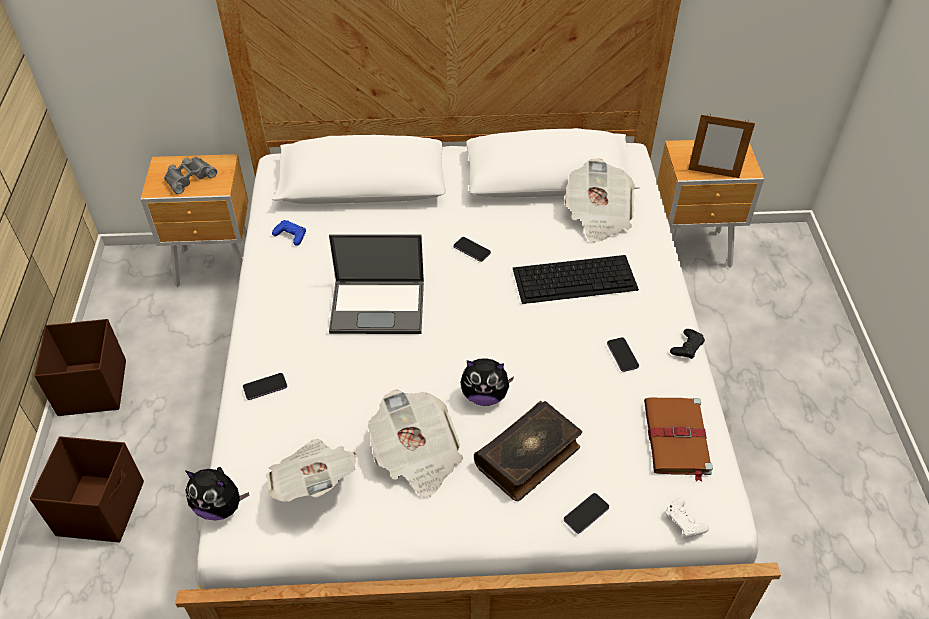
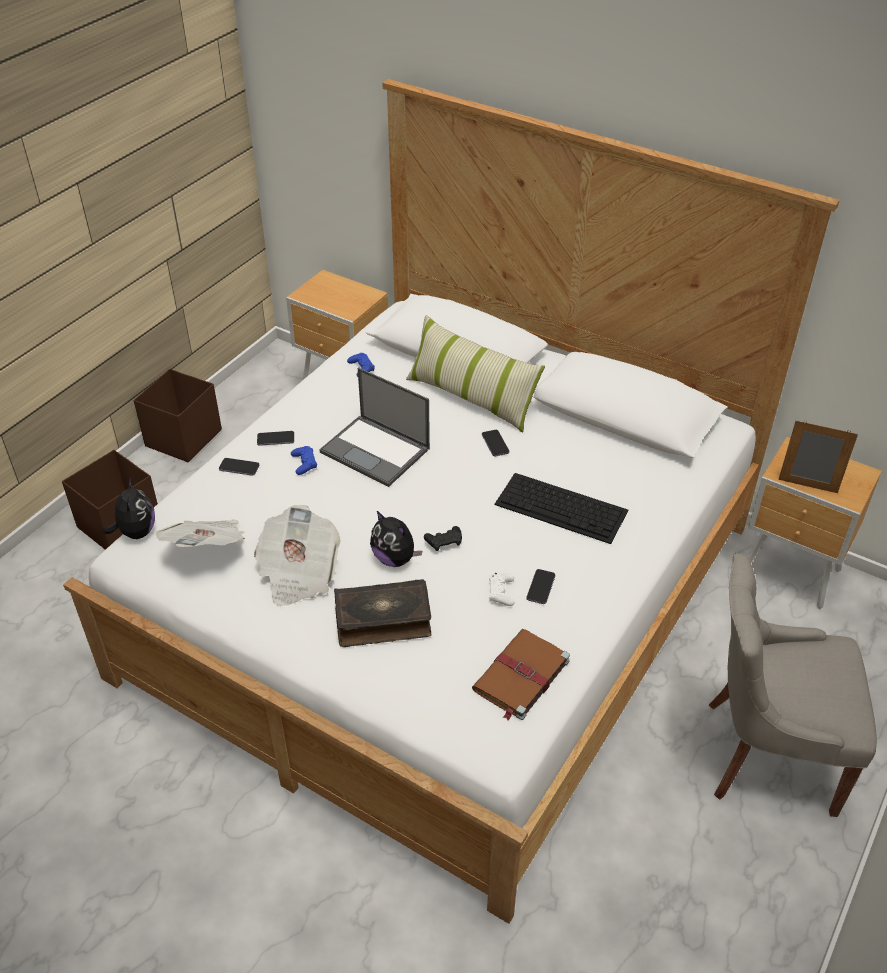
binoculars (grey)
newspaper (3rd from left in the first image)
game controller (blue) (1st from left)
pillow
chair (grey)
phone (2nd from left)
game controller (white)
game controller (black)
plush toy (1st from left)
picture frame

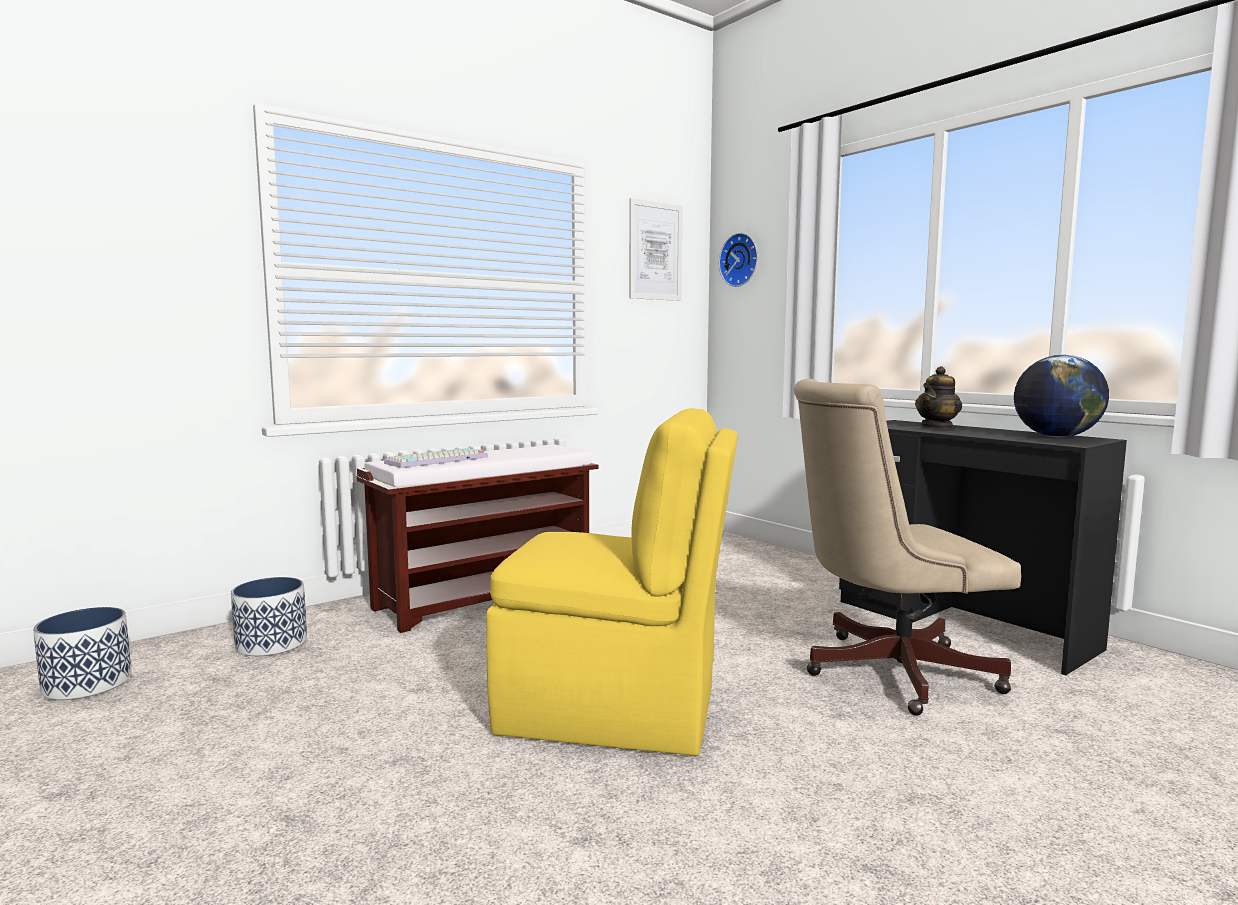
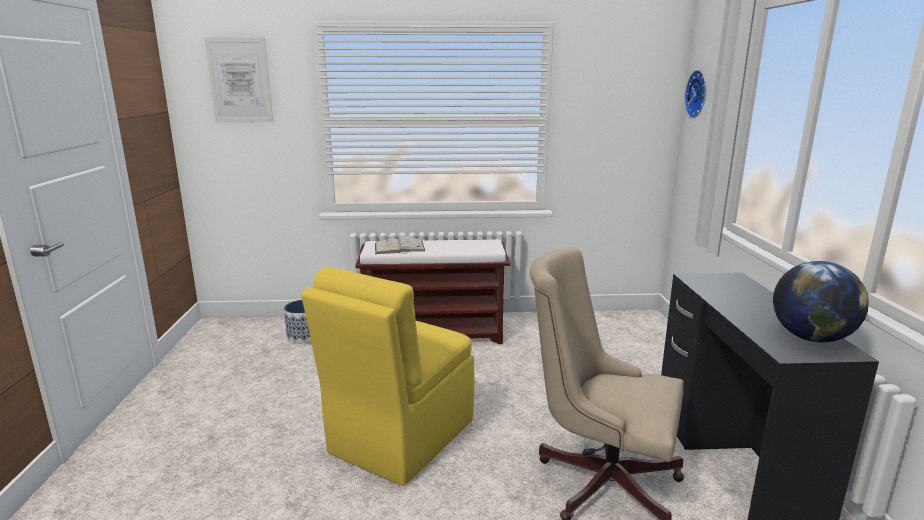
planter (1st from left in the first image)
teapot
picture
book (white)
chair (yellow)

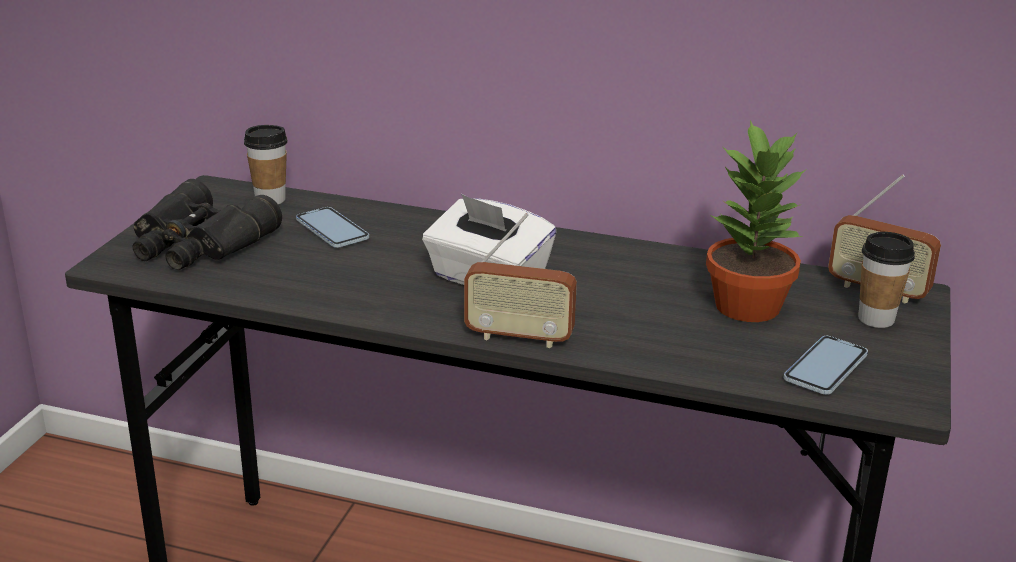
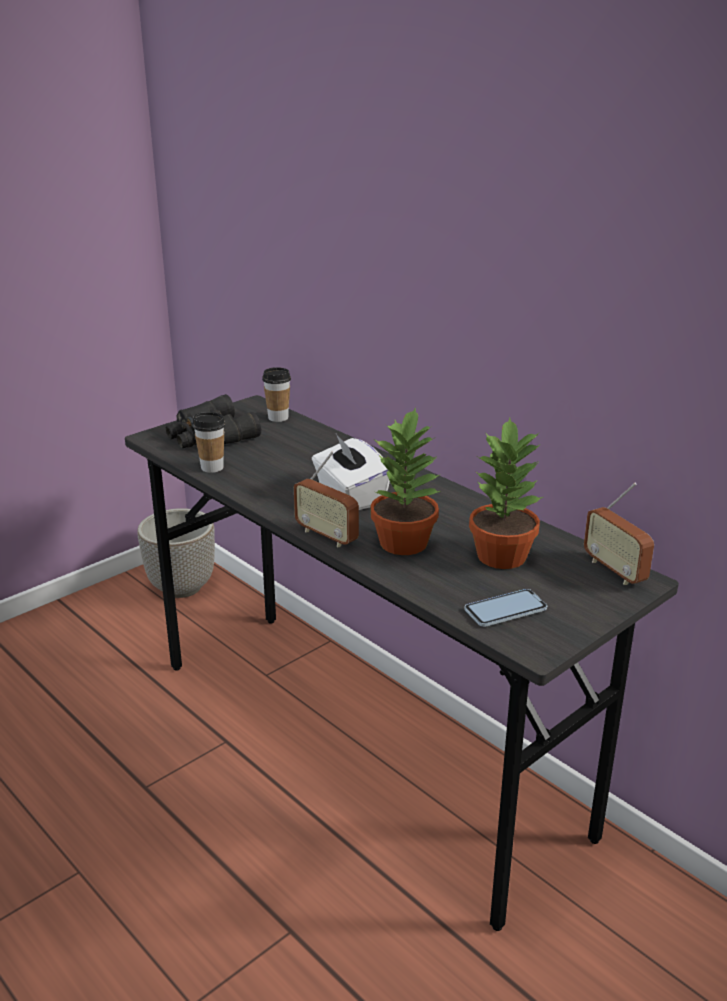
phone (1st from left in the first image)
planter
potted plant (1st from left)
cup (1st from left)

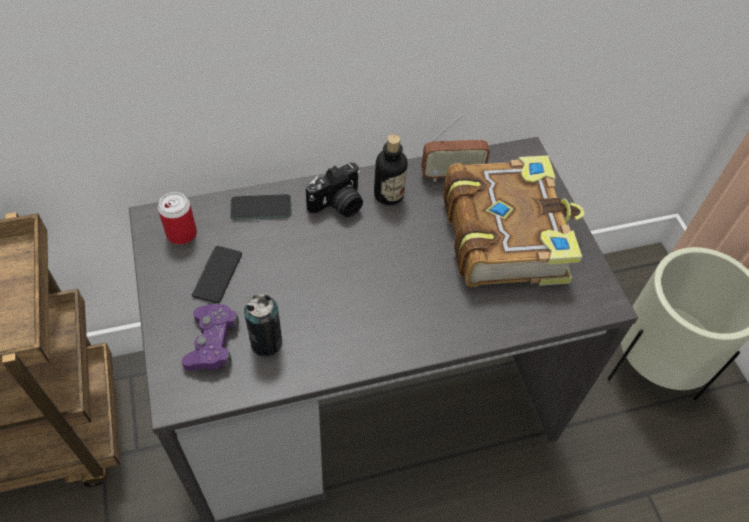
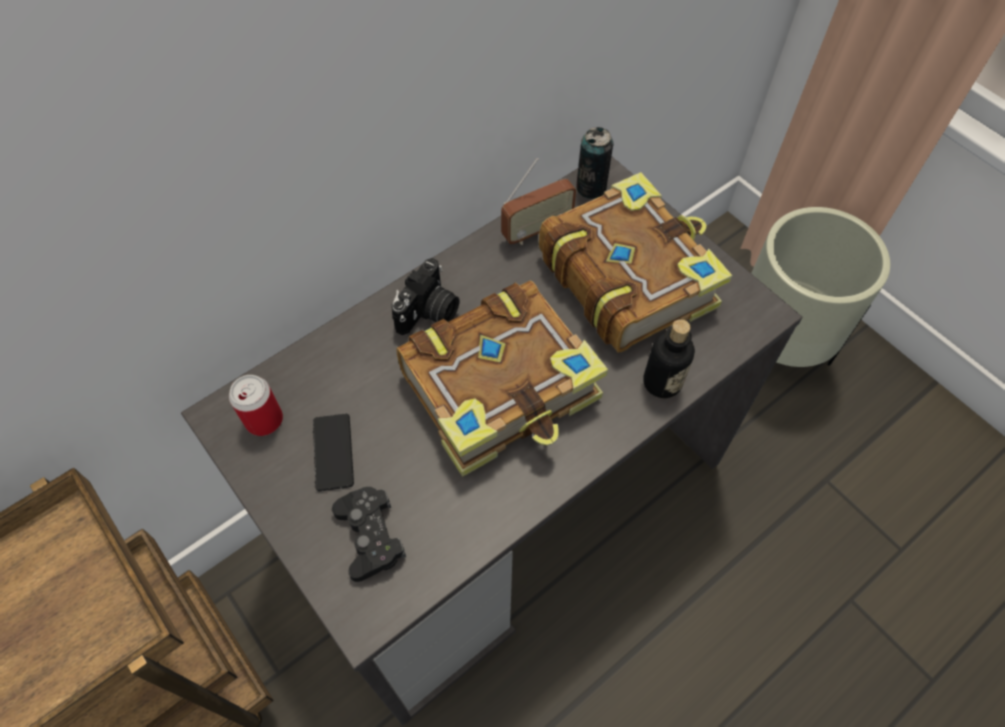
phone (2nd from left in the first image)
book (1st from left)
can (2nd from left)
bottle
game controller (black)

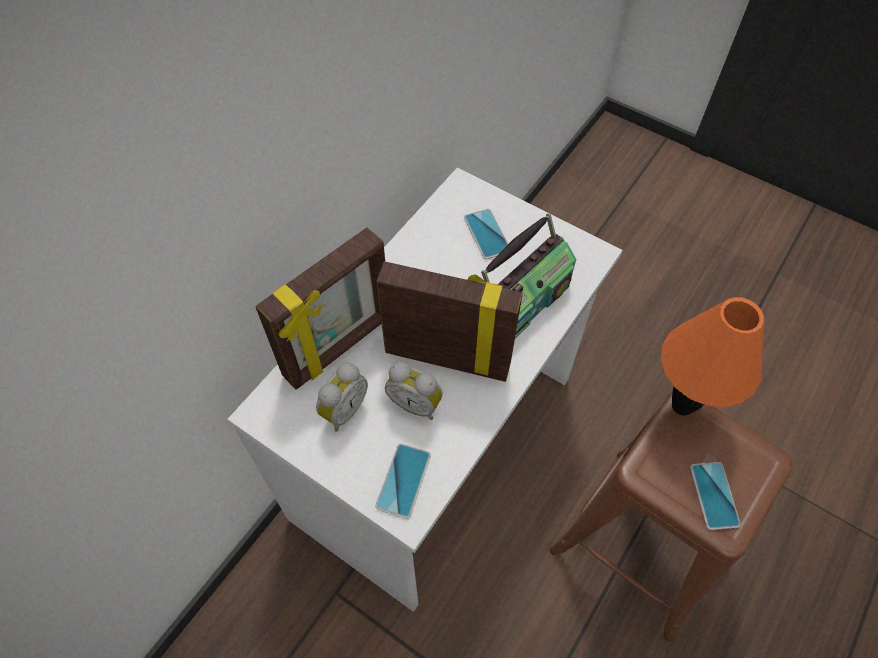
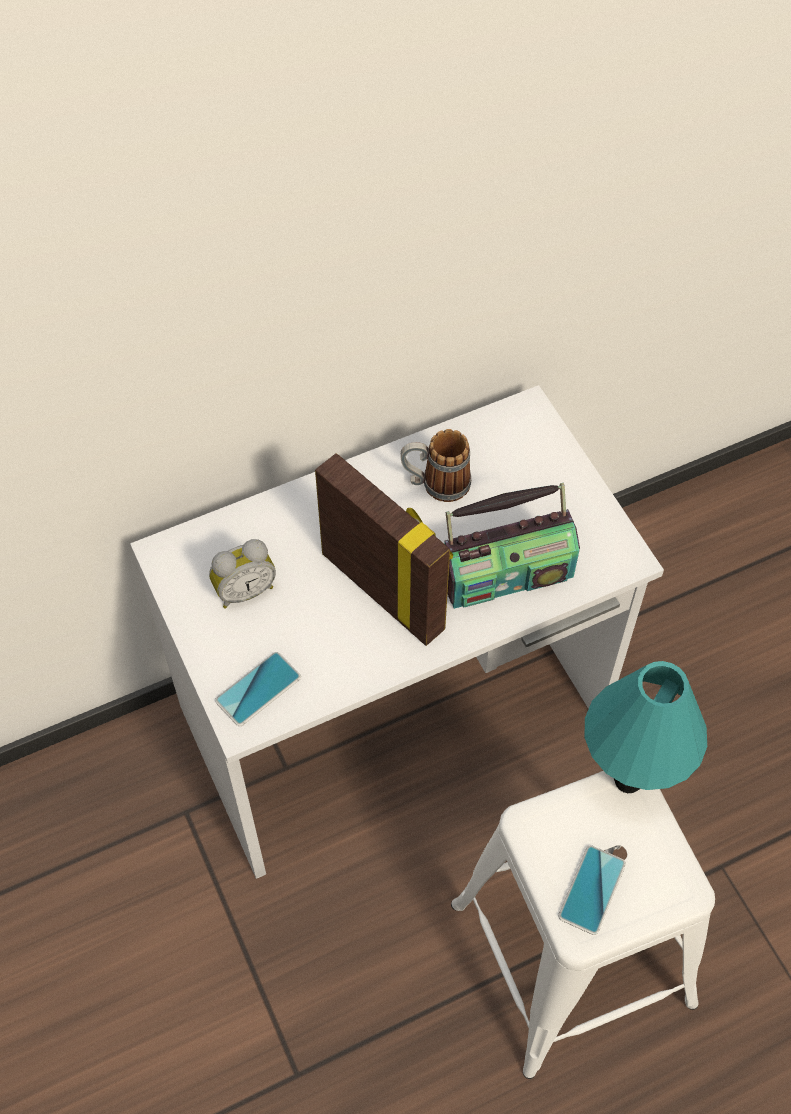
picture frame (1st from left in the first image)
alarm clock (2nd from left in the first image)
phone (2nd from left in the first image)
mug
stool (white)
table lamp (turquoise)

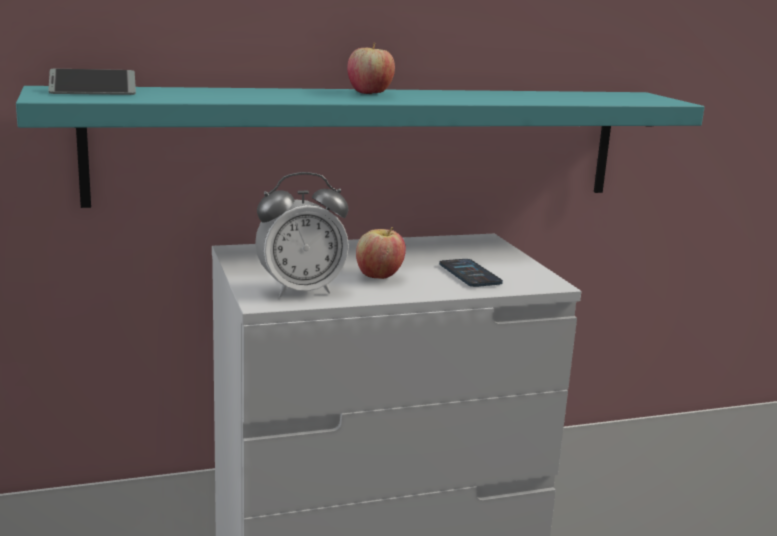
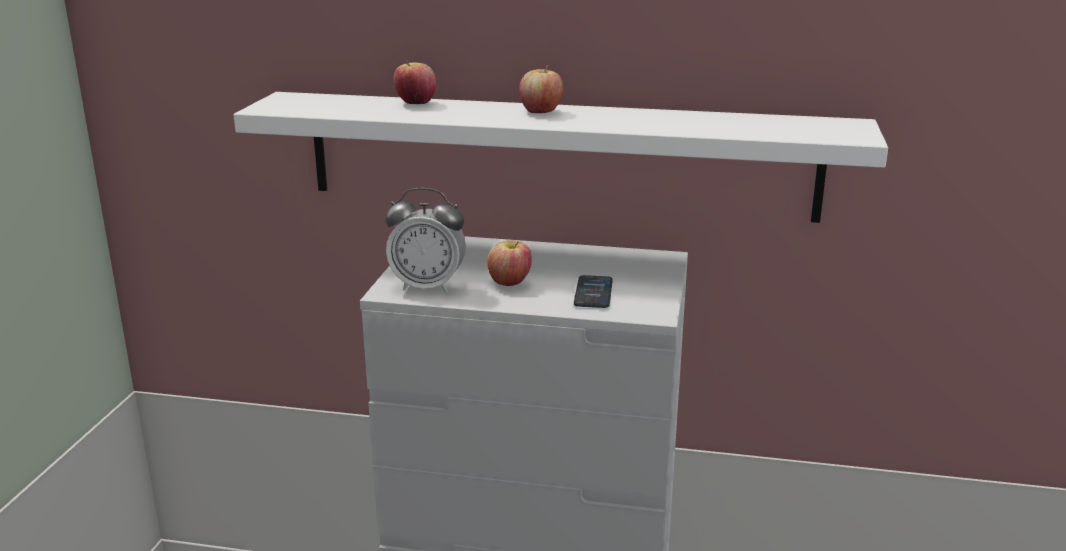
phone (1st from left in the first image)
apple (1st from left)
shelf (white)

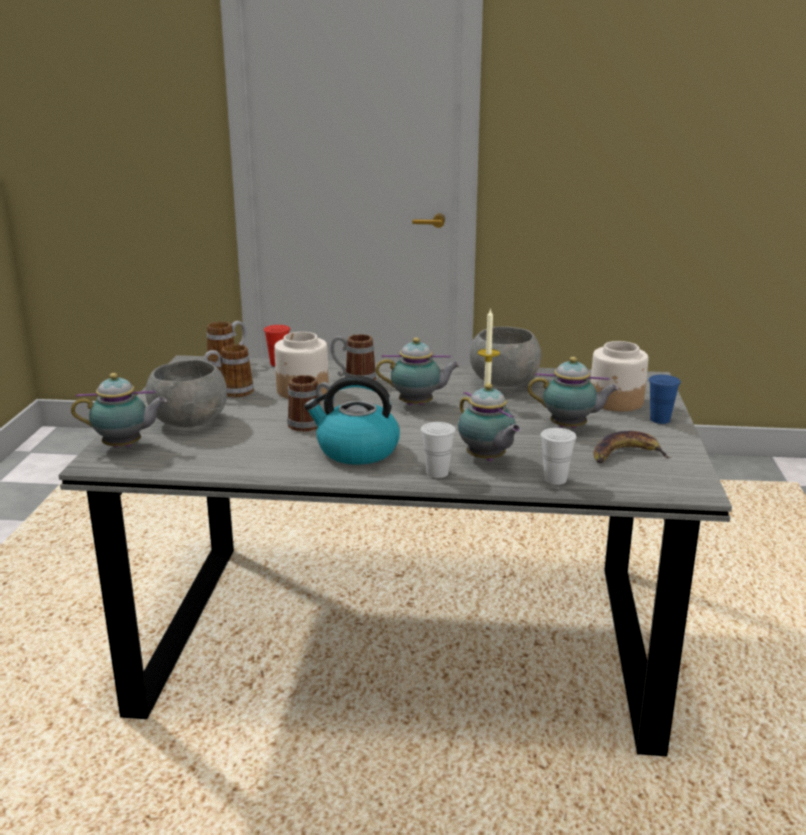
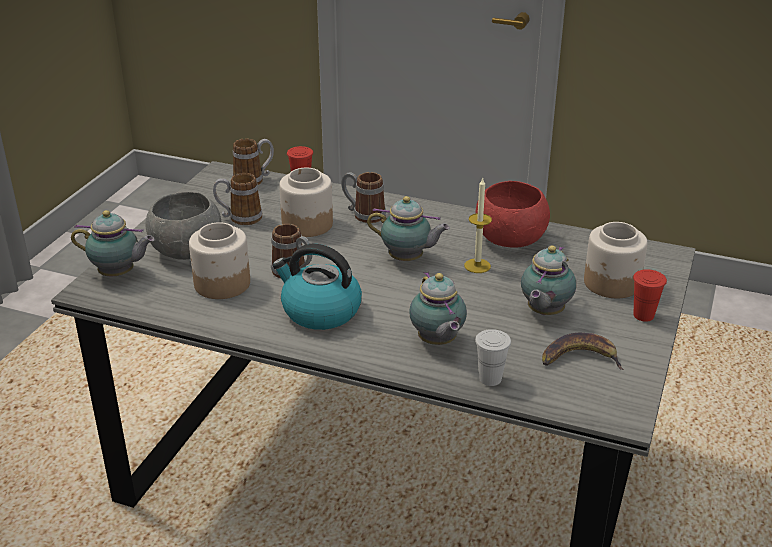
cup (white) (1st from left in the first image)
jar (1st from left)
bowl (red)
cup (red) (2nd from left)
teapot (4th from left)

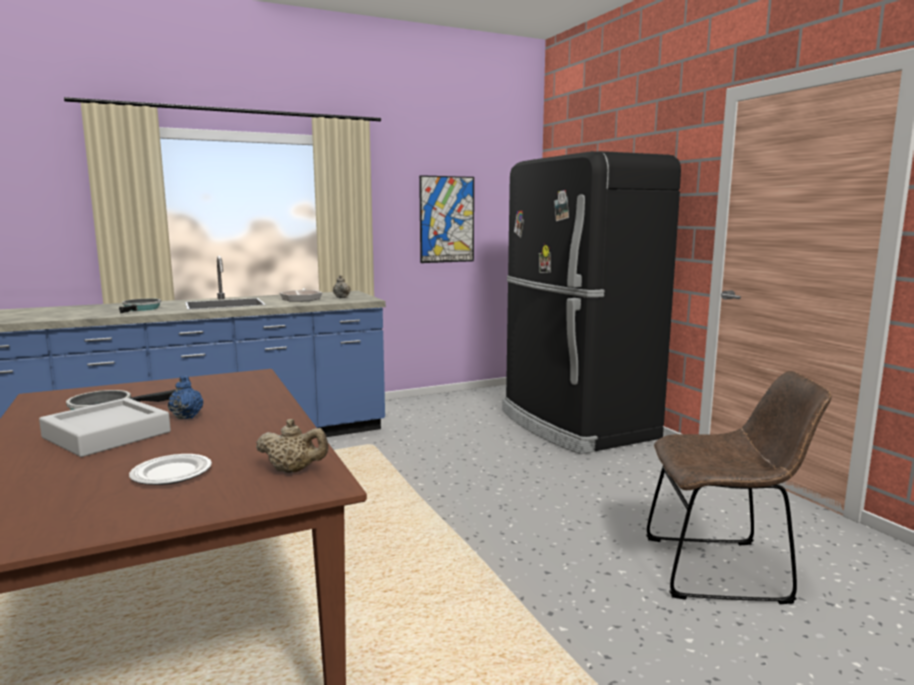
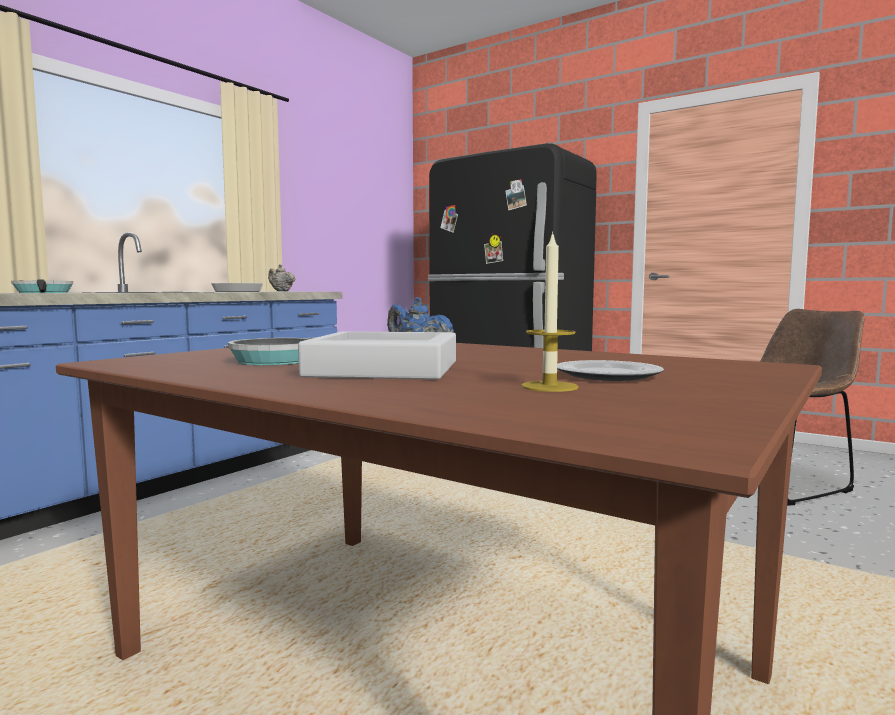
teapot (beige) (1st from left in the first image)
picture
candle

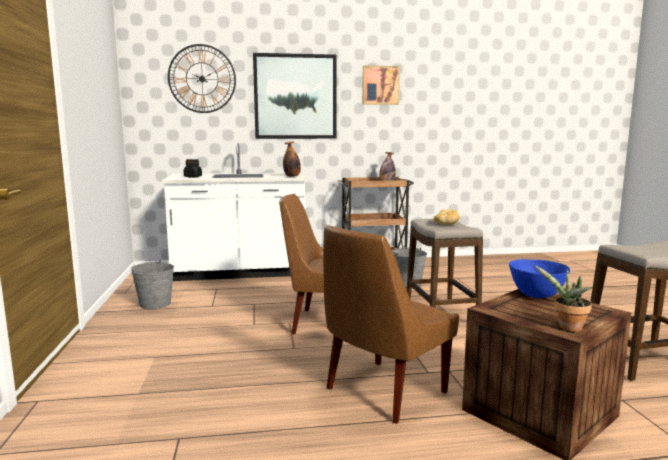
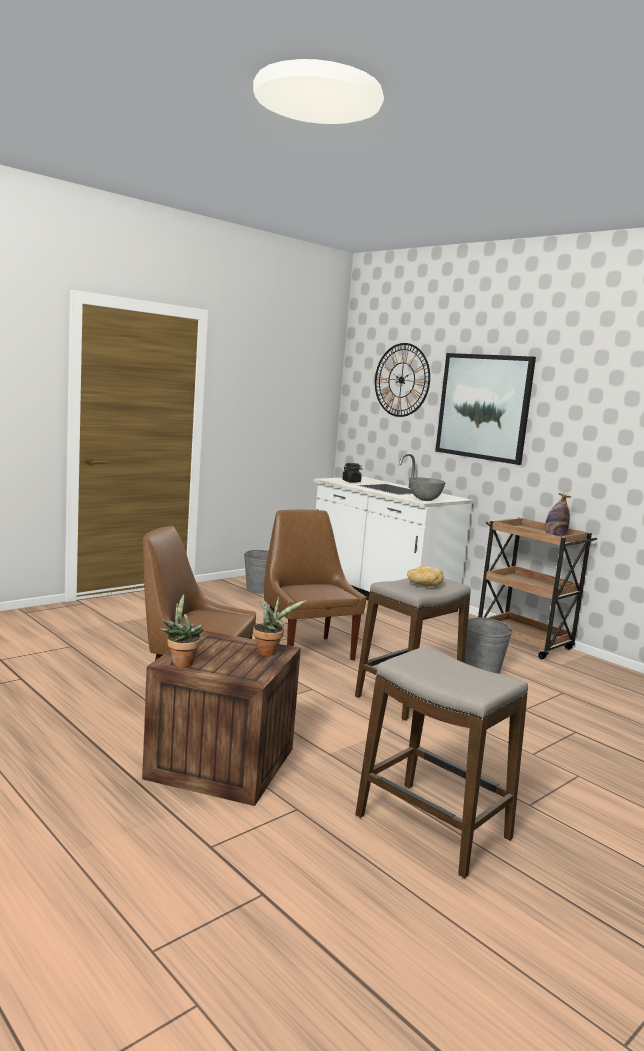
picture (2nd from left in the first image)
bowl (grey)
potted plant (2nd from left)

